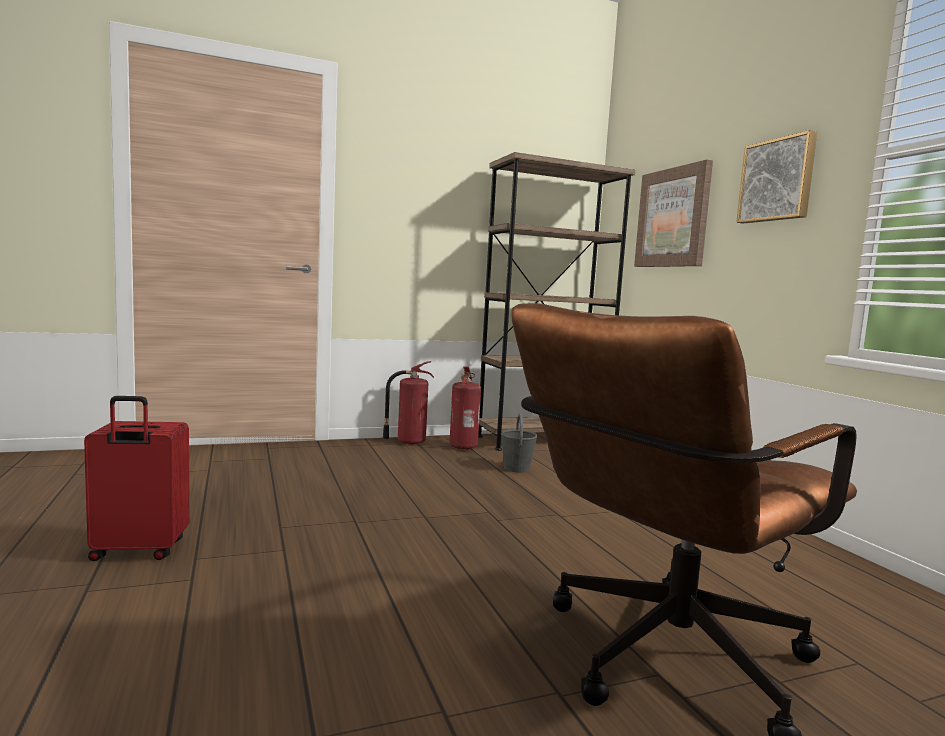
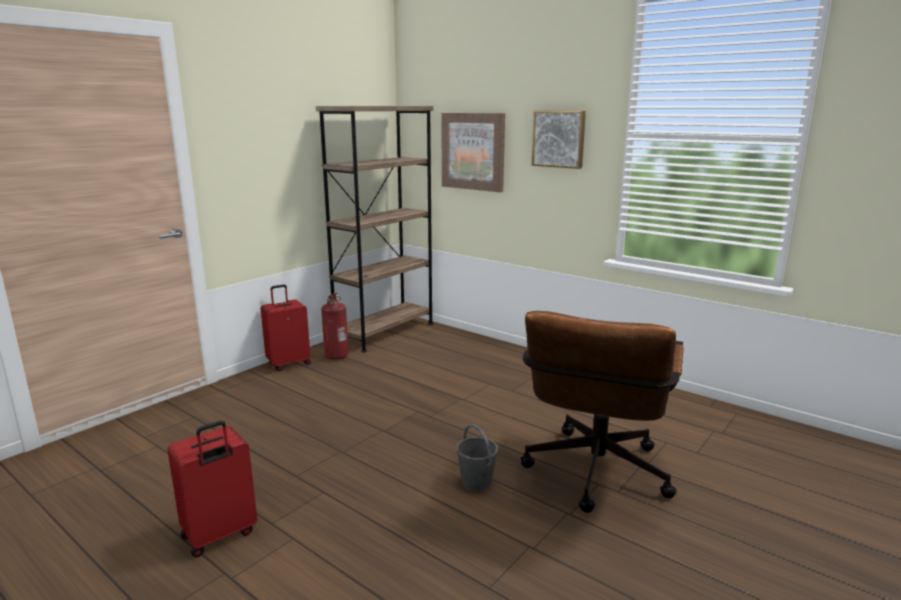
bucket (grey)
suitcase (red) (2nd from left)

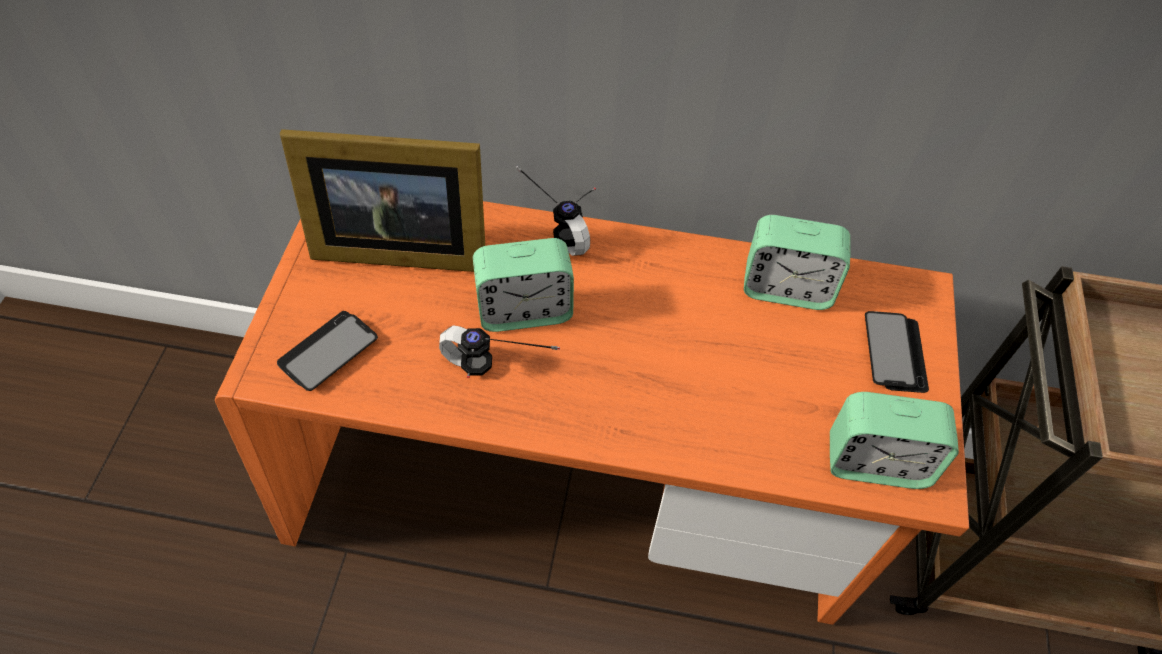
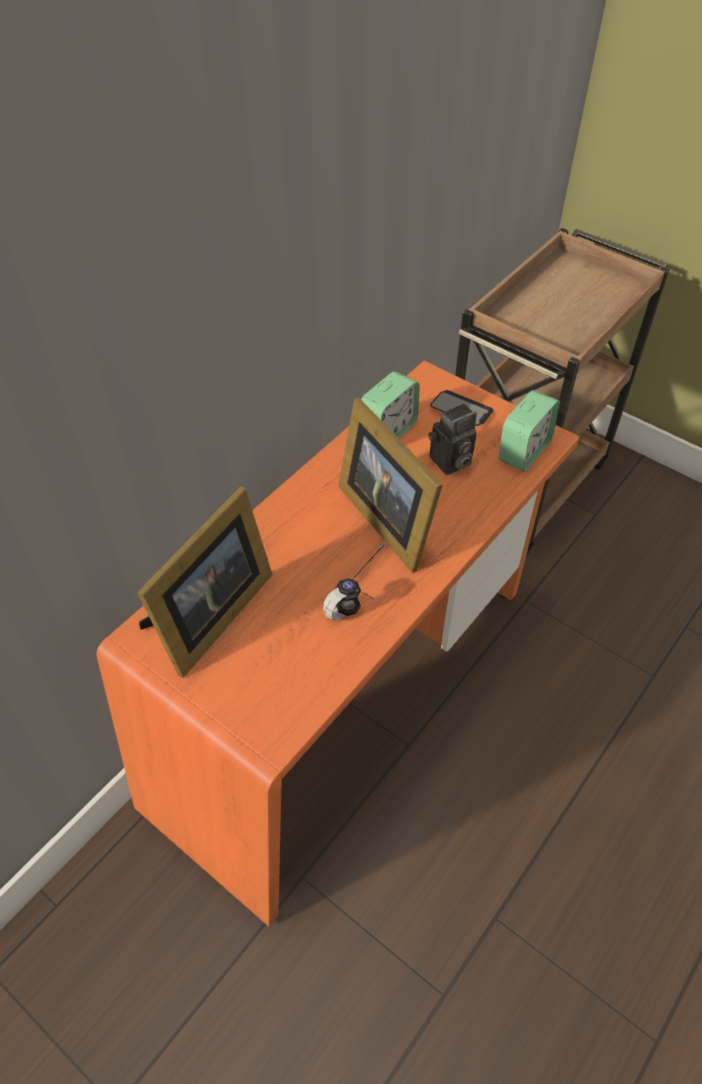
phone (1st from left in the first image)
alarm clock (1st from left in the first image)
headphones (2nd from left in the first image)
picture frame (2nd from left)
photo camera

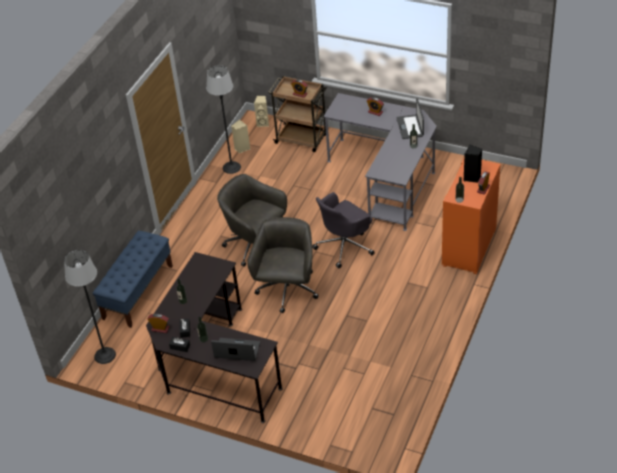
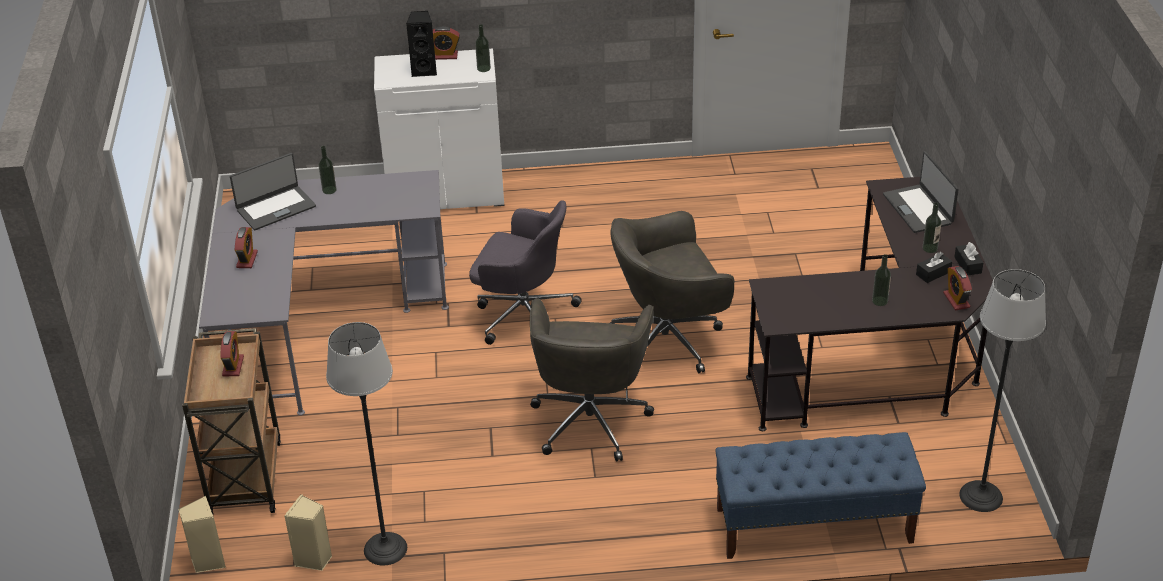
cabinet (white)

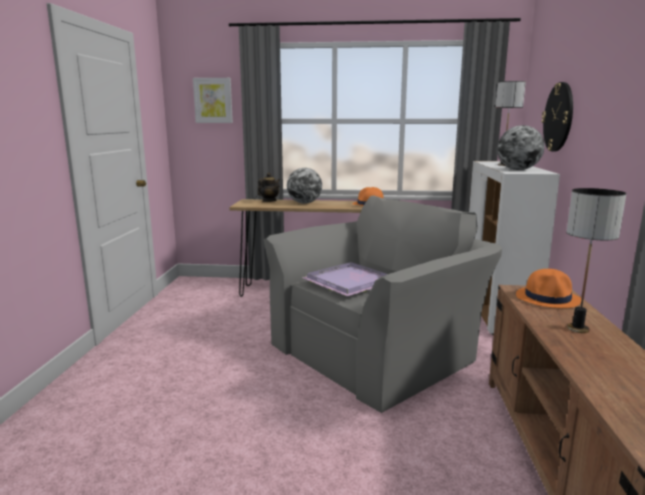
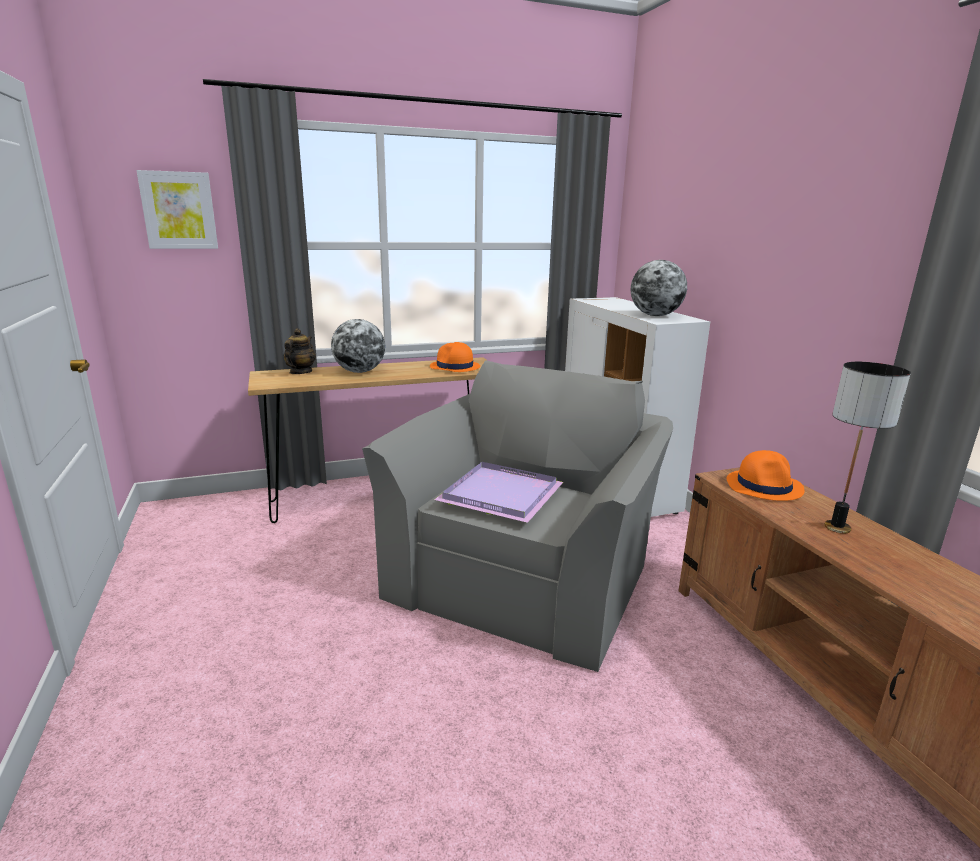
table lamp (1st from left in the first image)
wall clock

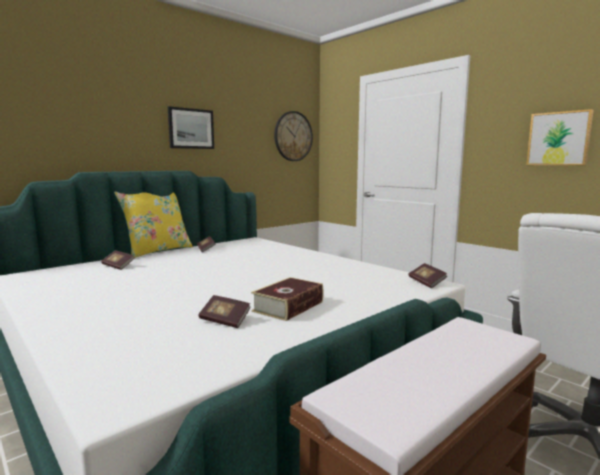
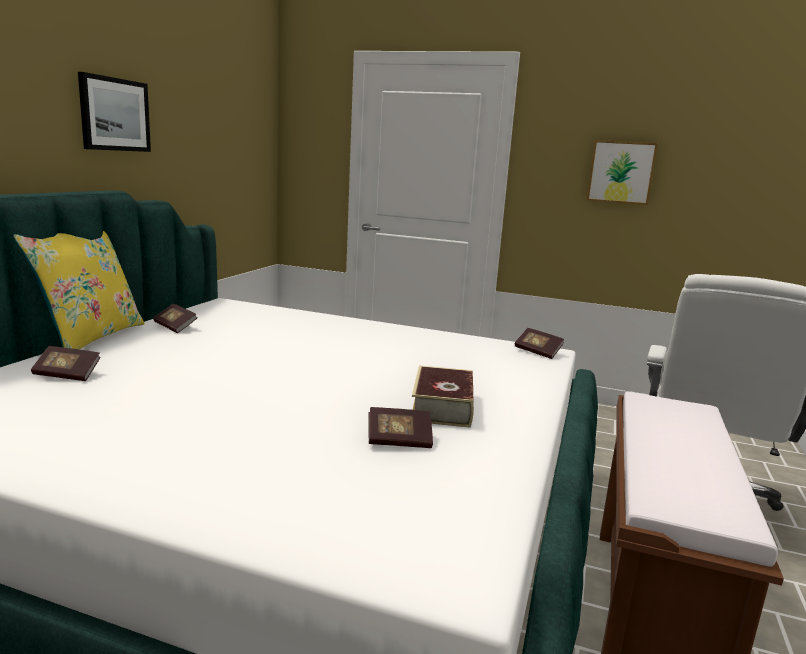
wall clock

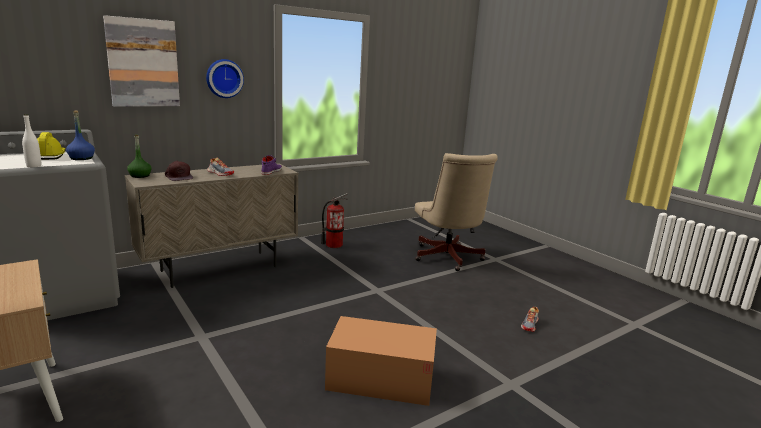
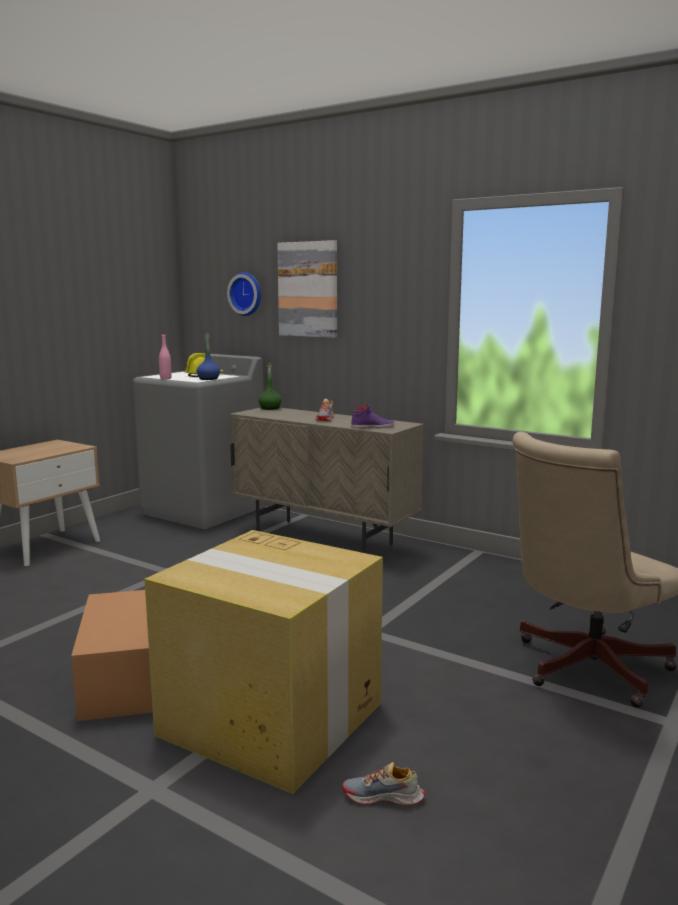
cap (brown)
fire extinguisher
cardboard box (2nd from left)
wall clock
bottle (pink)

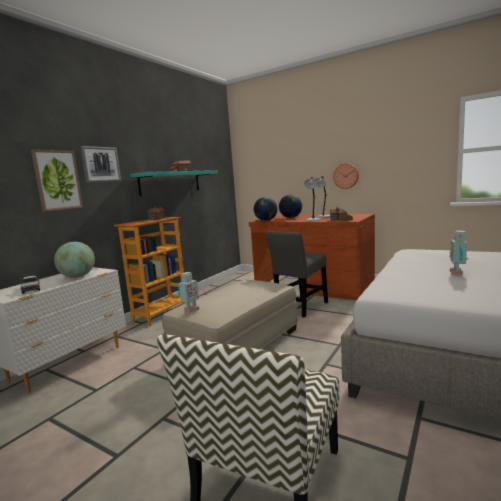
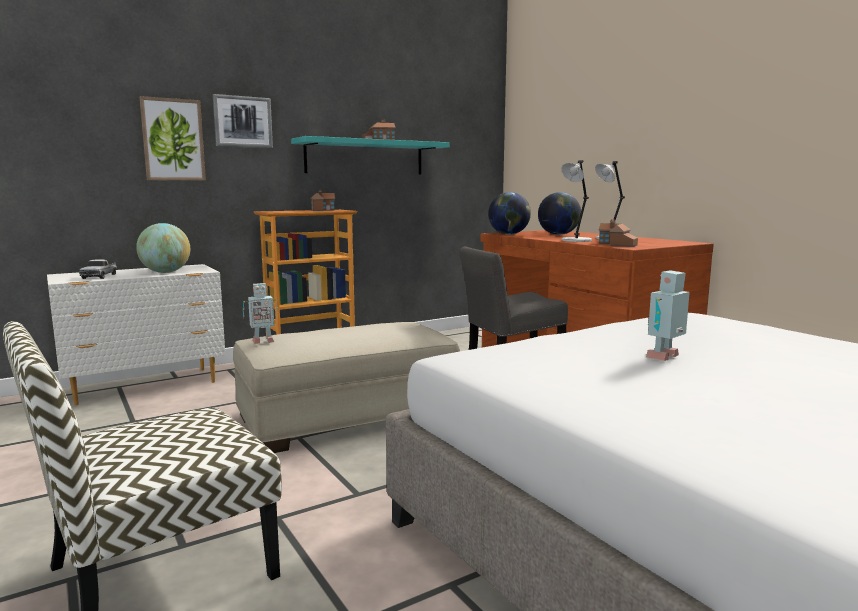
wall clock

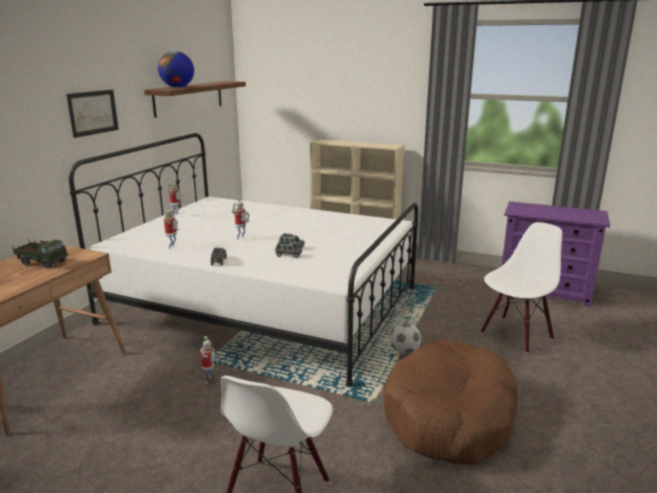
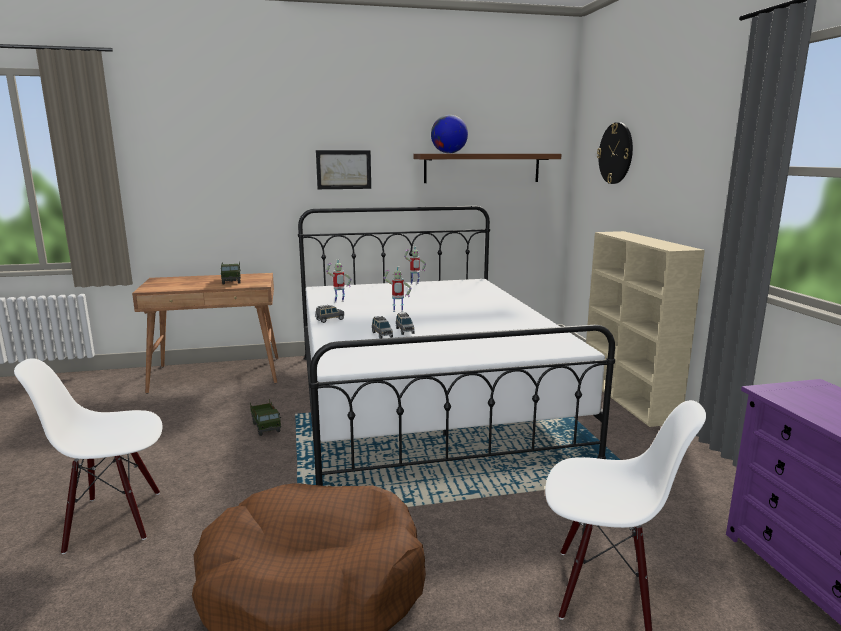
football
wall clock
toy truck (2nd from left)

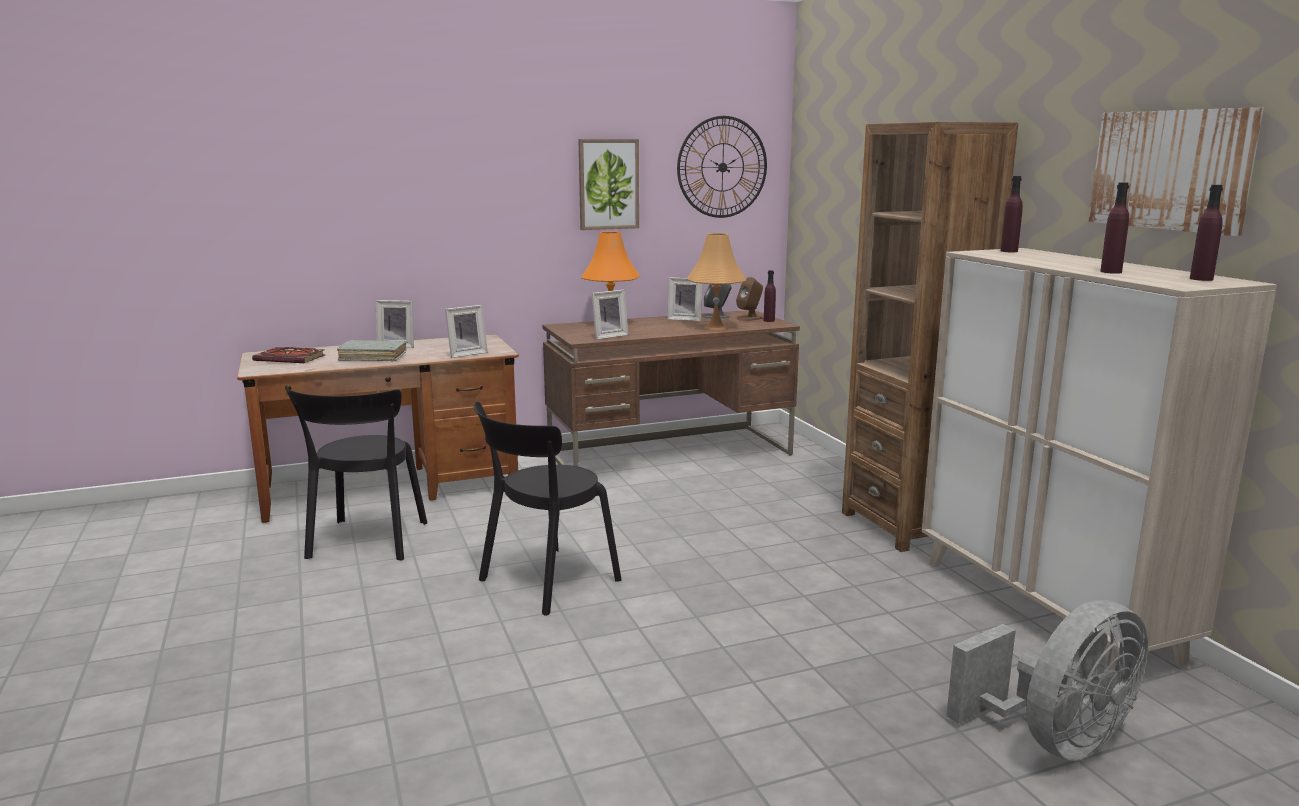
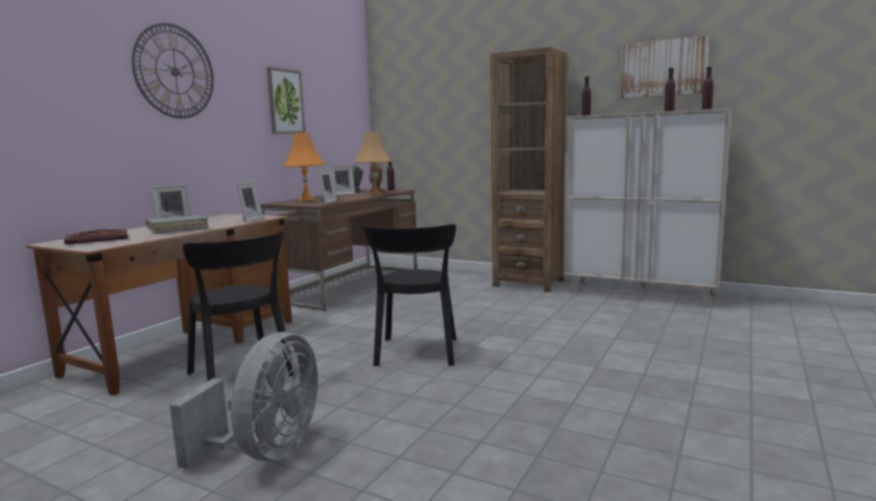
wall clock
fan (grey)

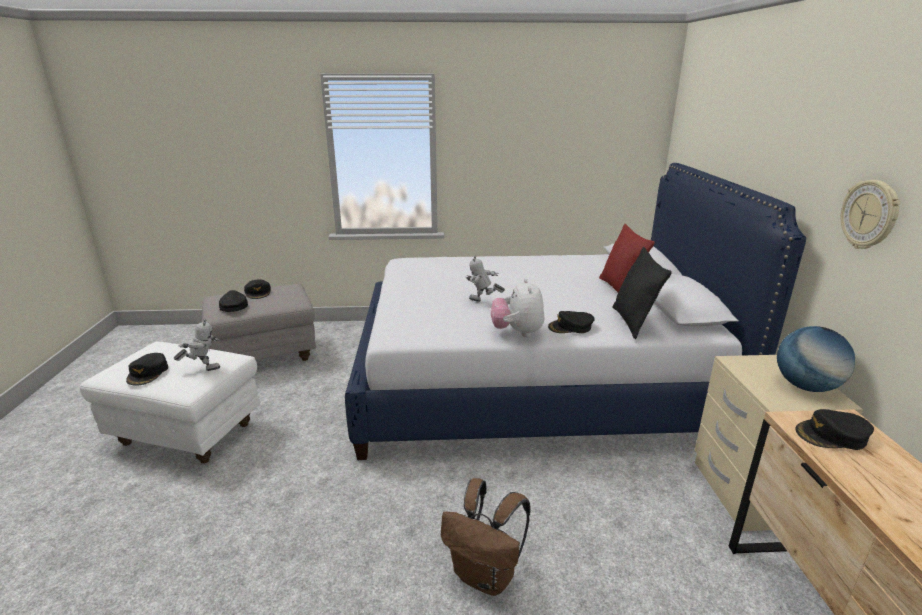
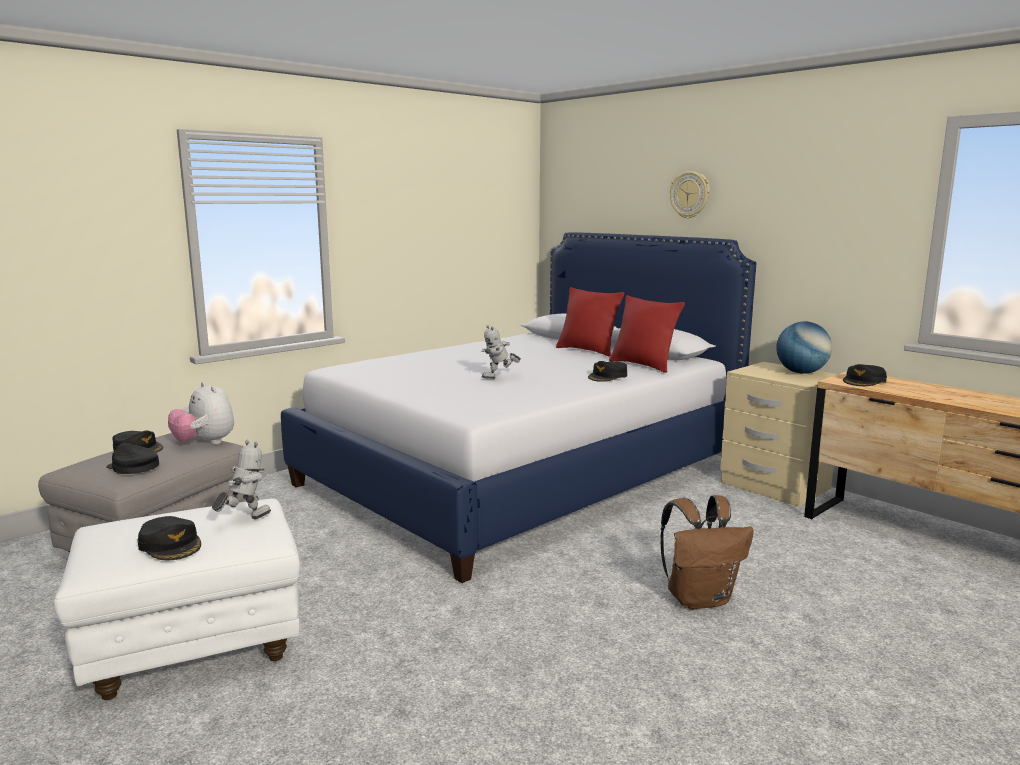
plush toy
wall clock
pillow (red) (2nd from left)

